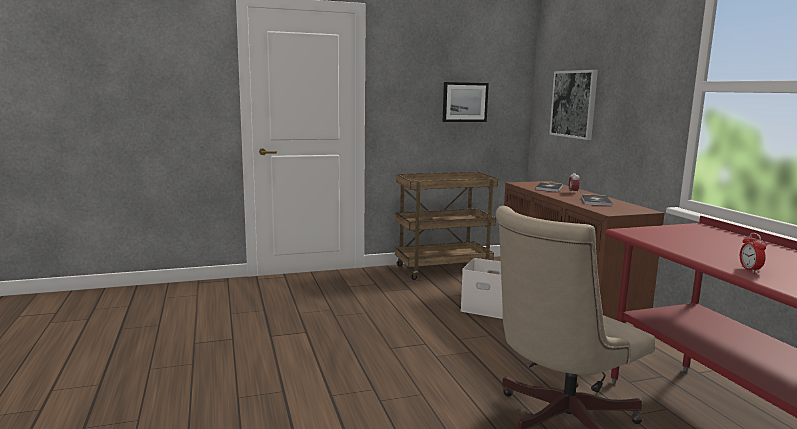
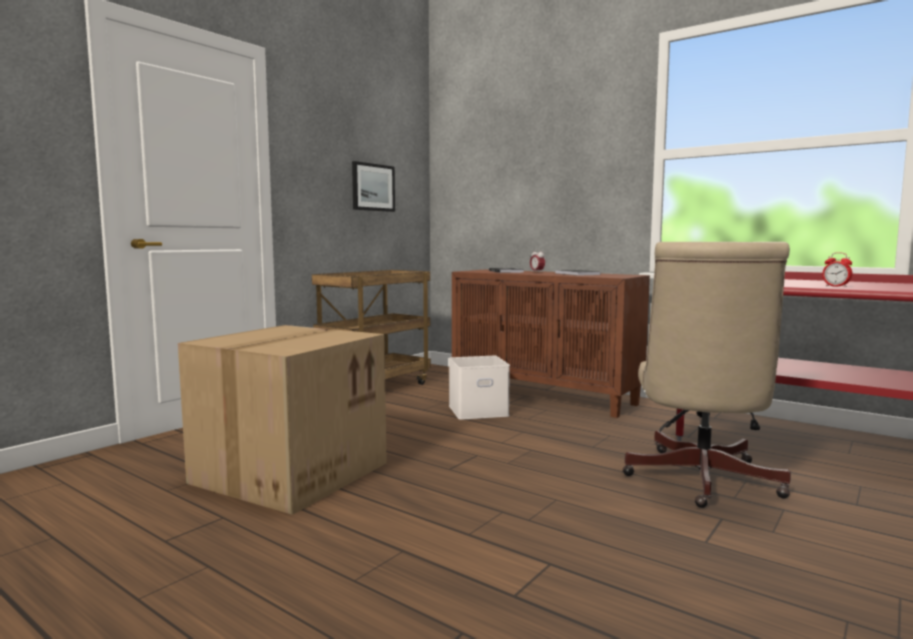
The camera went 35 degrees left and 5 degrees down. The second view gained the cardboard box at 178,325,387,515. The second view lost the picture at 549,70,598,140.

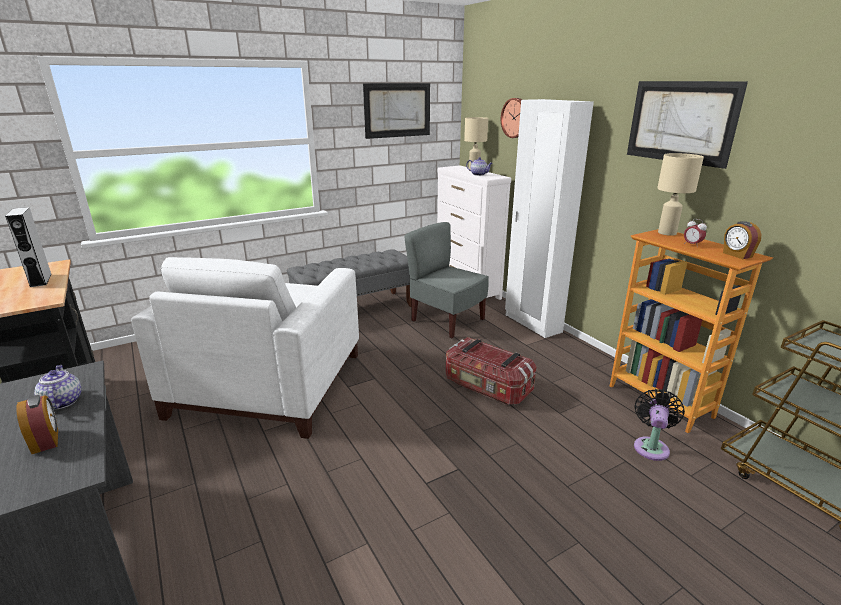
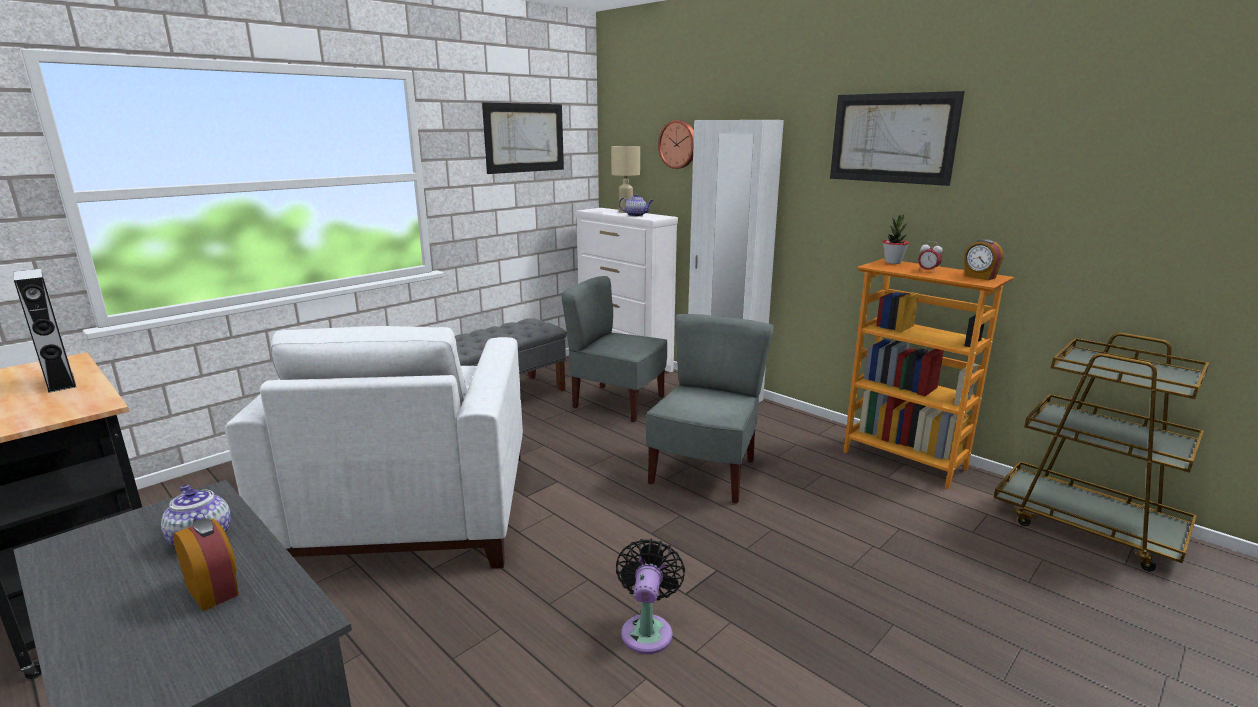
The camera went 15 degrees left and 5 degrees down. The fan in black ended up elsewhere, having gone from 634,389,685,461 to 616,539,685,654. Where the storage box stood at 446,337,536,405, the chair in grey came to stand at 646,314,774,504. Where the table lamp in beige stood at 657,153,704,236, the potted plant came to stand at 883,214,909,264.

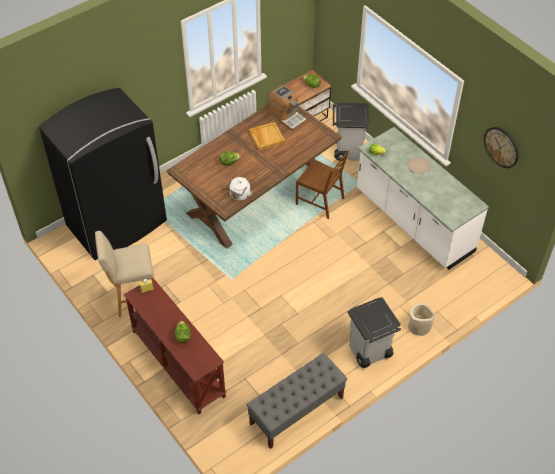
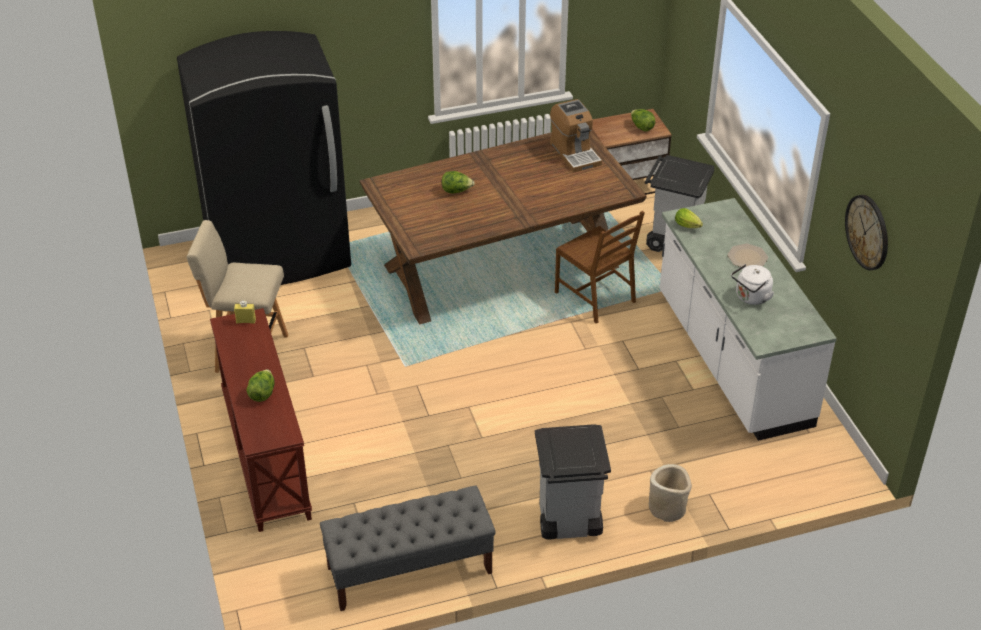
The camera went 20 degrees right and 10 degrees down. The kettle in white ended up elsewhere, having gone from 226,177,252,201 to 731,264,774,305. The second view lost the tray in beige at 249,122,285,151.

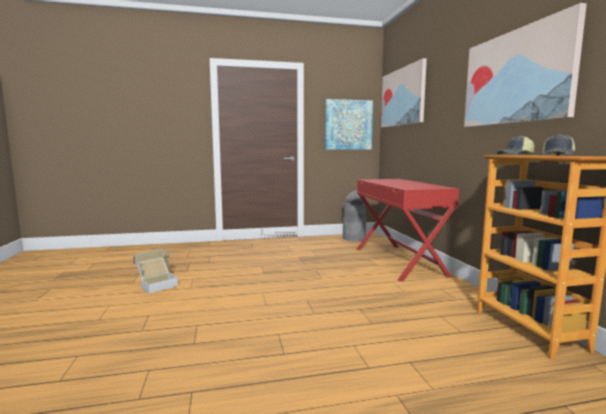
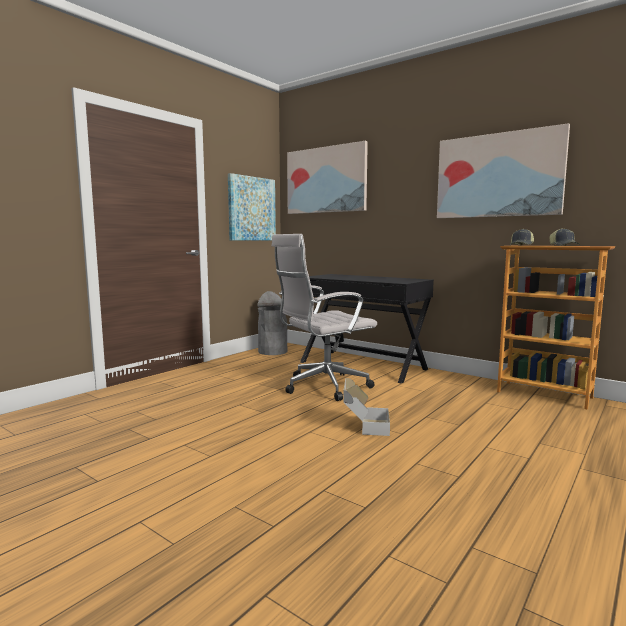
The camera went 40 degrees left and 0 degrees up. The second view gained the office chair in white at 272,234,377,401. What was the desk in red at 357,179,459,281 turned into the desk in black at 300,274,434,384. The cardboard box ended up elsewhere, having gone from 133,249,178,294 to 343,378,390,436.

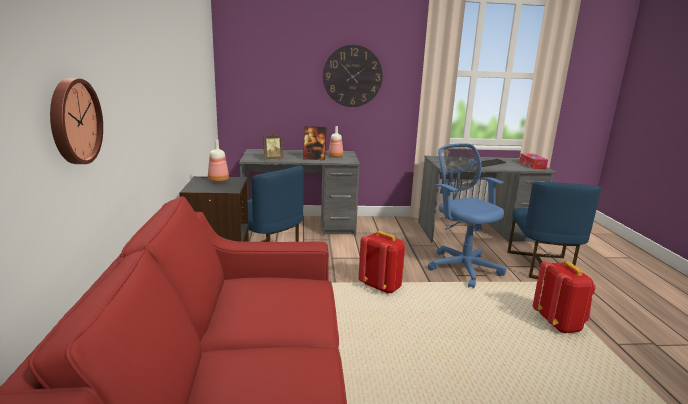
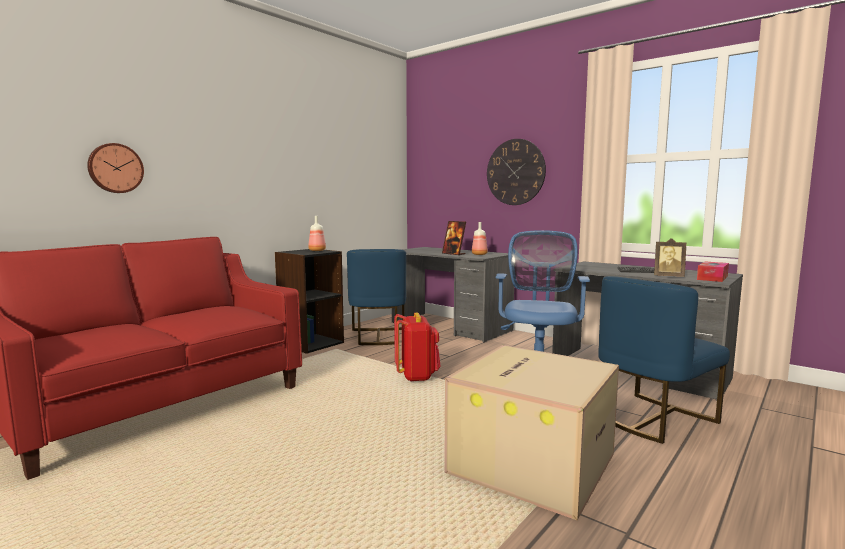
The camera went 45 degrees right and 10 degrees down. Where the backpack in red stood at 533,261,596,333, the cardboard box came to stand at 444,345,619,520. The picture frame ended up elsewhere, having gone from 263,133,283,160 to 654,238,686,277.

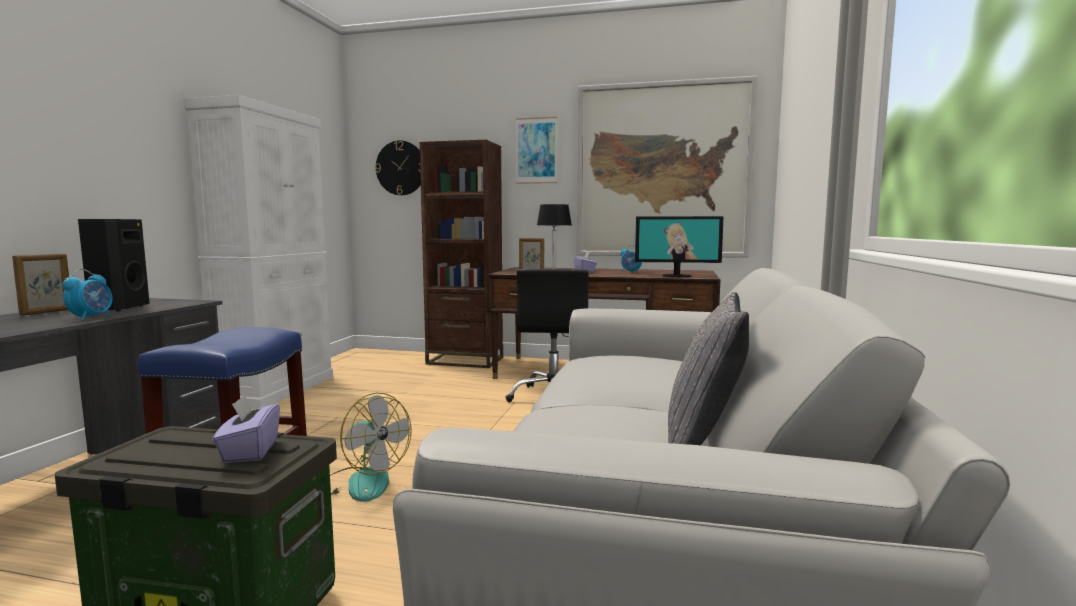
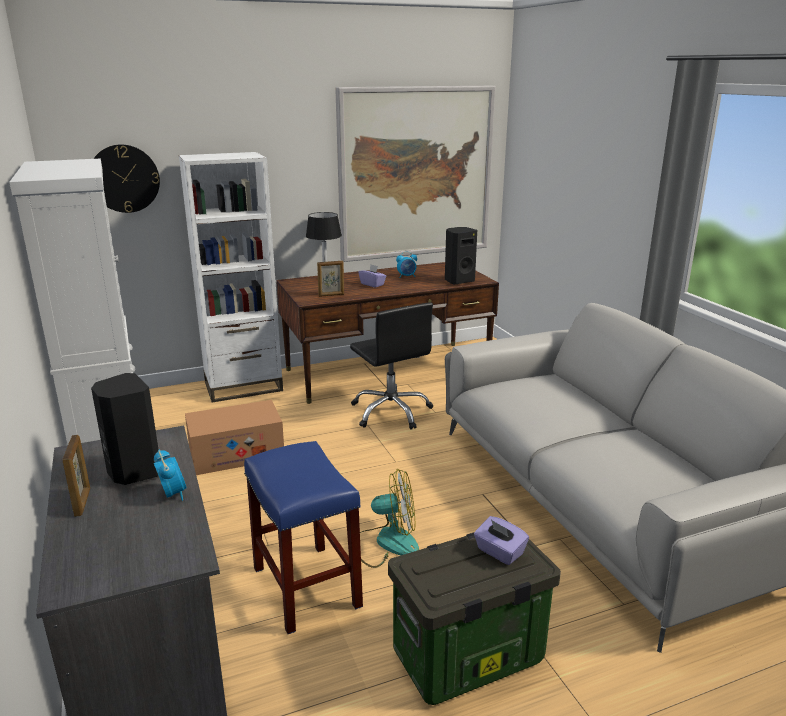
The camera went 35 degrees left and 15 degrees up. What was the bookcase in brown at 420,140,503,368 turned into the bookcase in white at 179,152,283,402. The second view gained the cardboard box at 185,400,284,475. Where the monitor stood at 635,216,724,277, the speaker in black came to stand at 445,227,477,285. The second view lost the picture at 516,117,557,184. The second view lost the pillow in grey at 668,292,749,445.

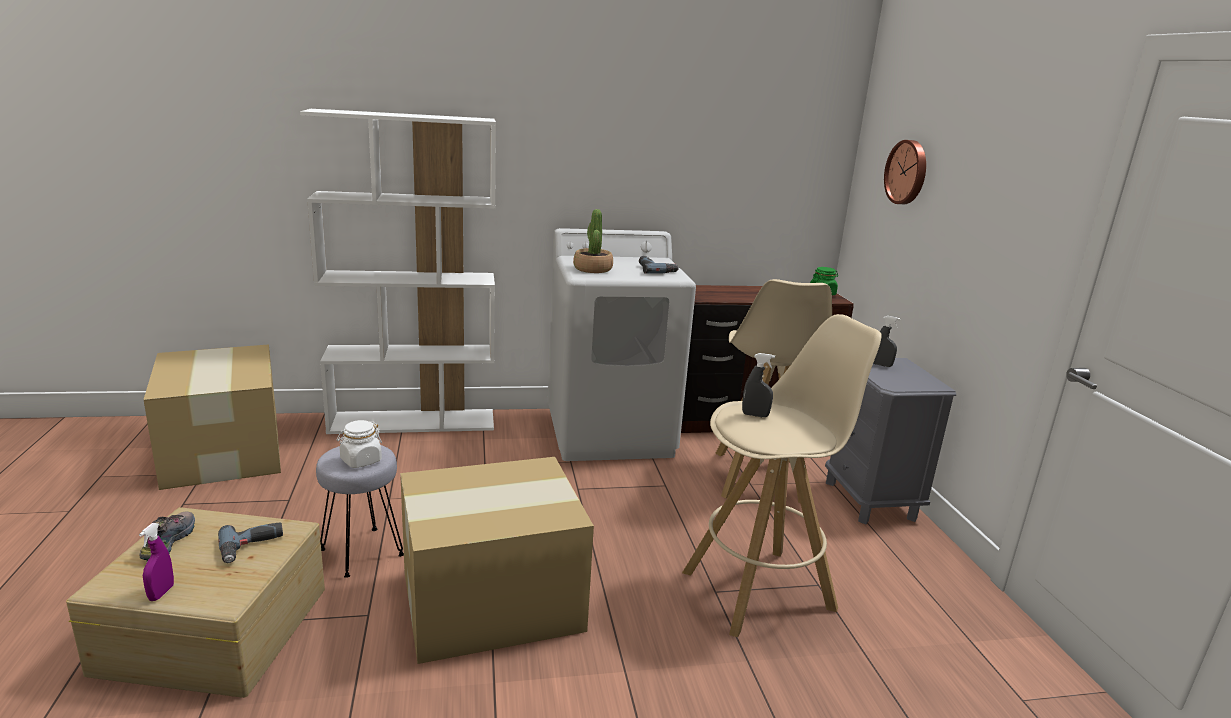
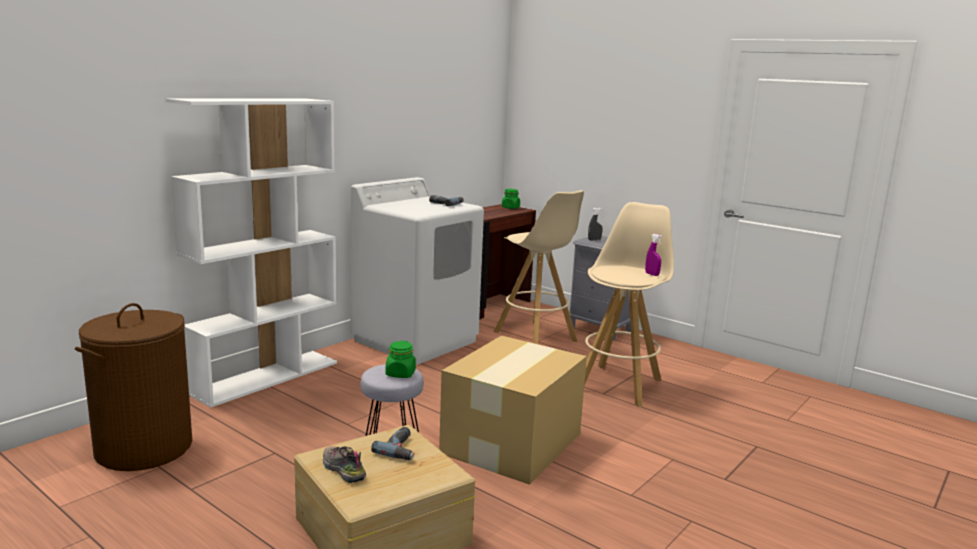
The camera went 40 degrees left and 5 degrees down. Where the cardboard box stood at 144,345,281,490, the laundry basket in brown came to stand at 75,303,192,471. What was the jar in white at 337,420,382,468 turned into the jar in green at 386,341,416,378. The spray bottle in purple ended up elsewhere, having gone from 139,523,174,601 to 645,234,662,276. The second view lost the potted plant at 573,209,613,273. The second view lost the spray bottle in grey at 742,353,775,417. The second view lost the wall clock at 884,140,926,204.

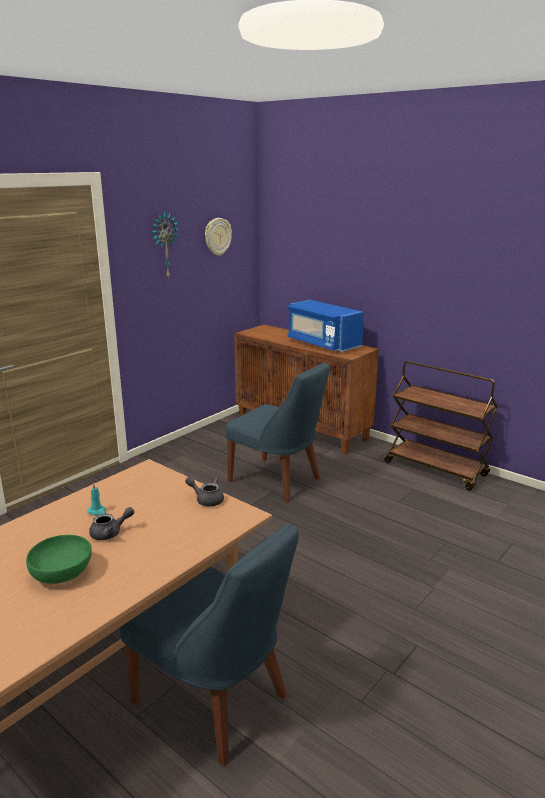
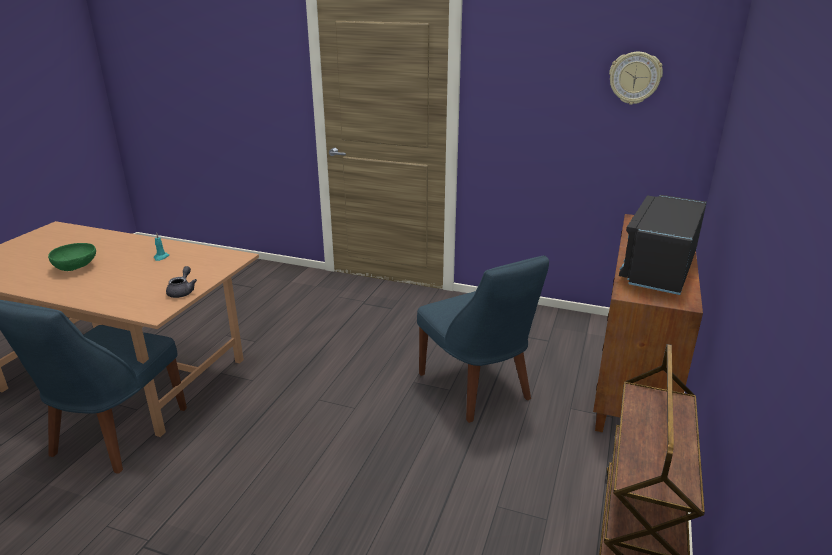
The camera went 70 degrees right and 5 degrees up. The chair in blue at 225,363,330,503 ended up facing another way, 45 degrees counterclockwise from before. What was the microwave in blue at 287,300,364,352 turned into the microwave in black at 619,195,707,295. The second view lost the teapot in grey at 89,507,134,540. The second view lost the wall clock at 151,211,179,279.

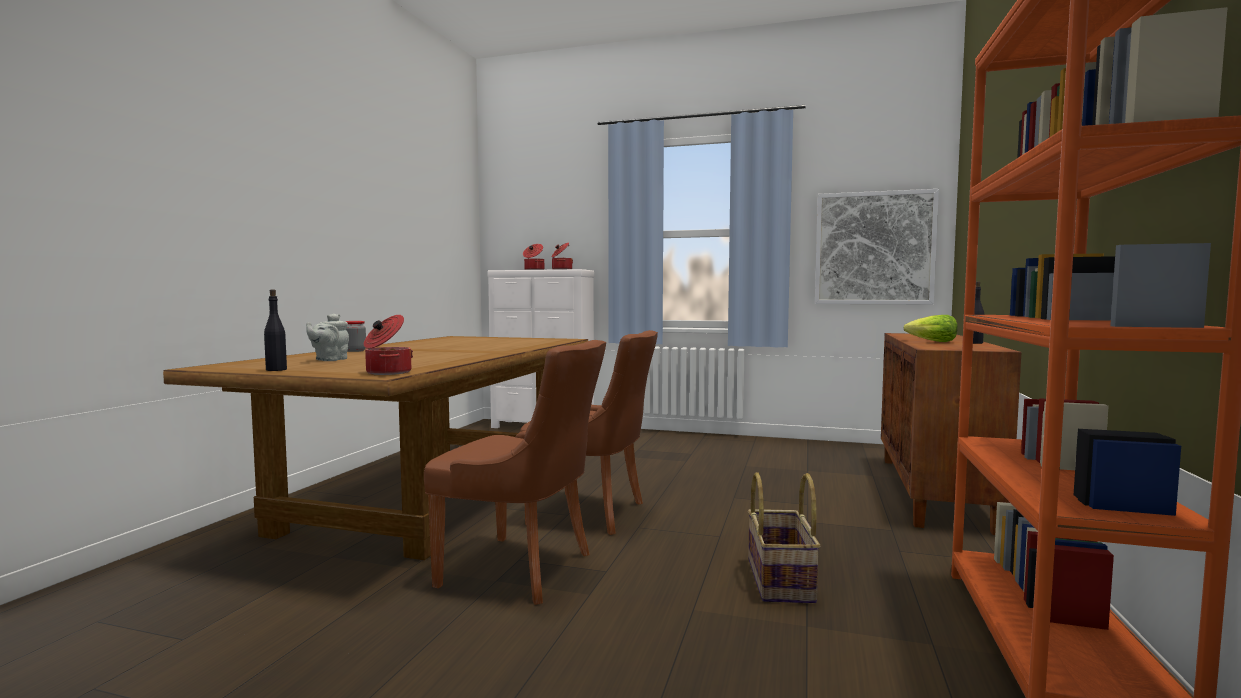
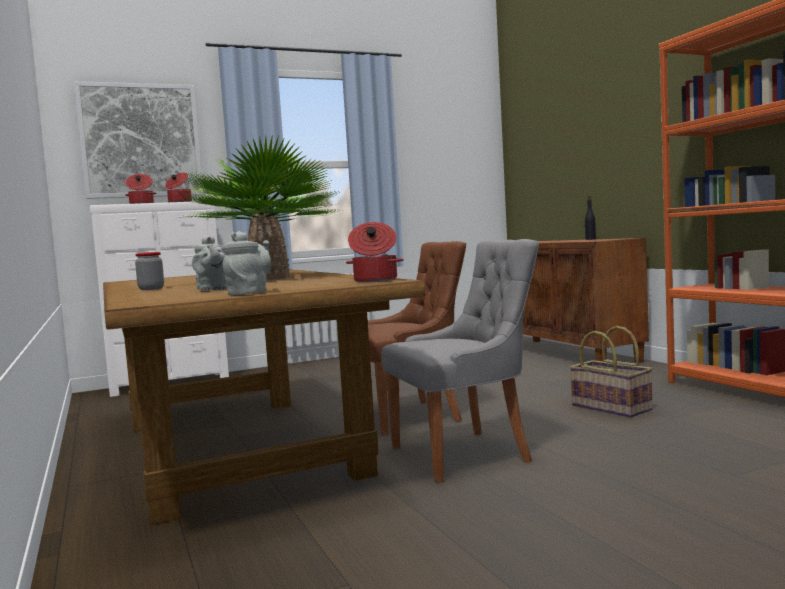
The camera went 40 degrees left and 0 degrees up. The picture ended up elsewhere, having gone from 815,189,939,304 to 74,81,204,199. The second view gained the potted plant at 182,136,340,280. Where the bottle in black stood at 264,289,287,371, the teapot in grey came to stand at 222,231,271,295. What was the chair in brown at 424,340,606,605 turned into the chair in grey at 381,239,539,483. The second view lost the lettuce at 903,315,958,342.

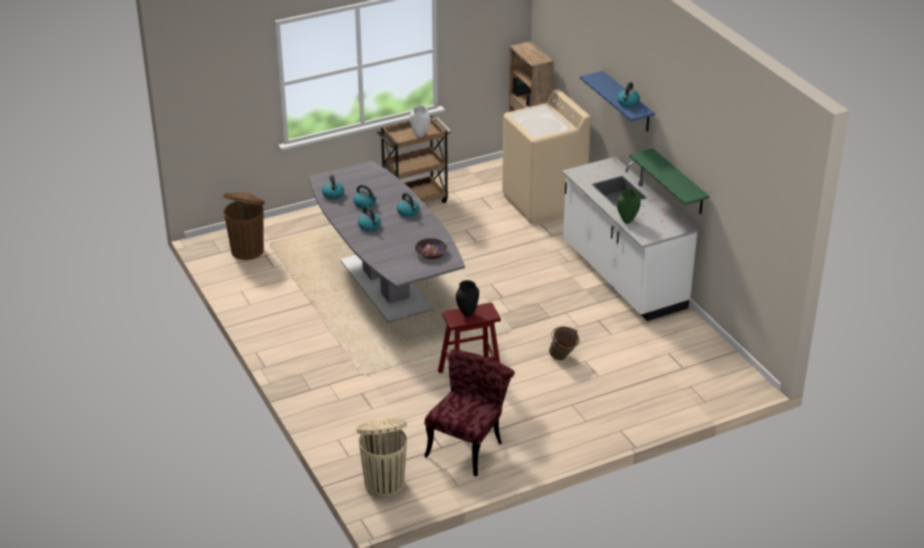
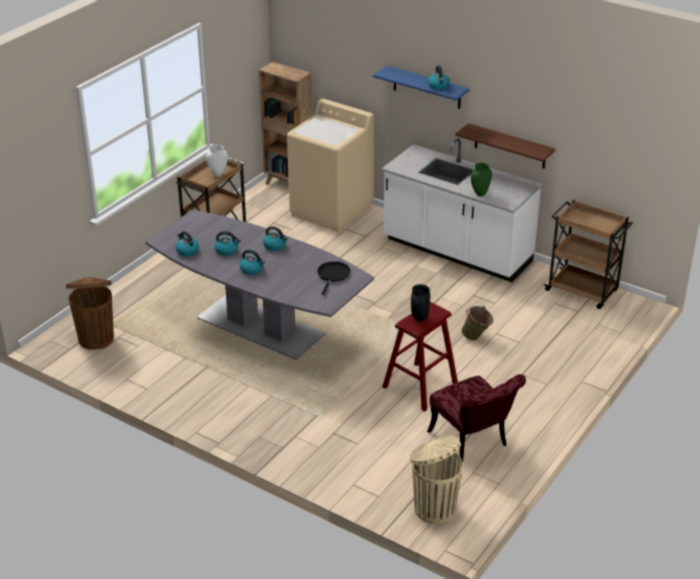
The camera went 30 degrees left and 0 degrees up. Where the bowl stood at 415,238,448,259, the frying pan in black came to stand at 317,261,350,295. The chair in red at 424,349,515,477 ended up facing another way, 150 degrees clockwise from before. What was the shelf in green at 629,148,709,214 turned into the shelf in brown at 455,123,555,169. The second view gained the cart in brown at 543,200,633,309.

